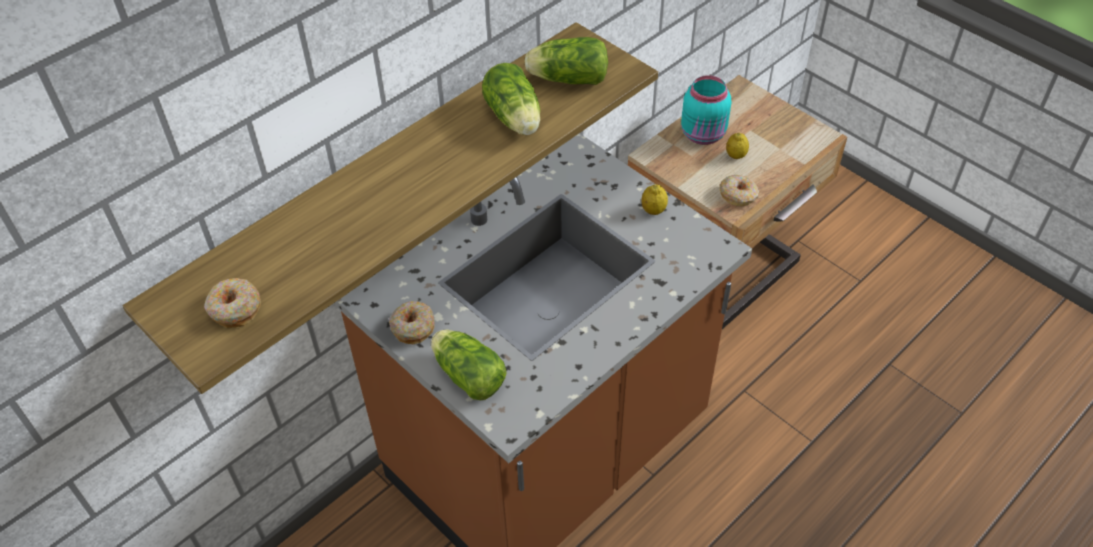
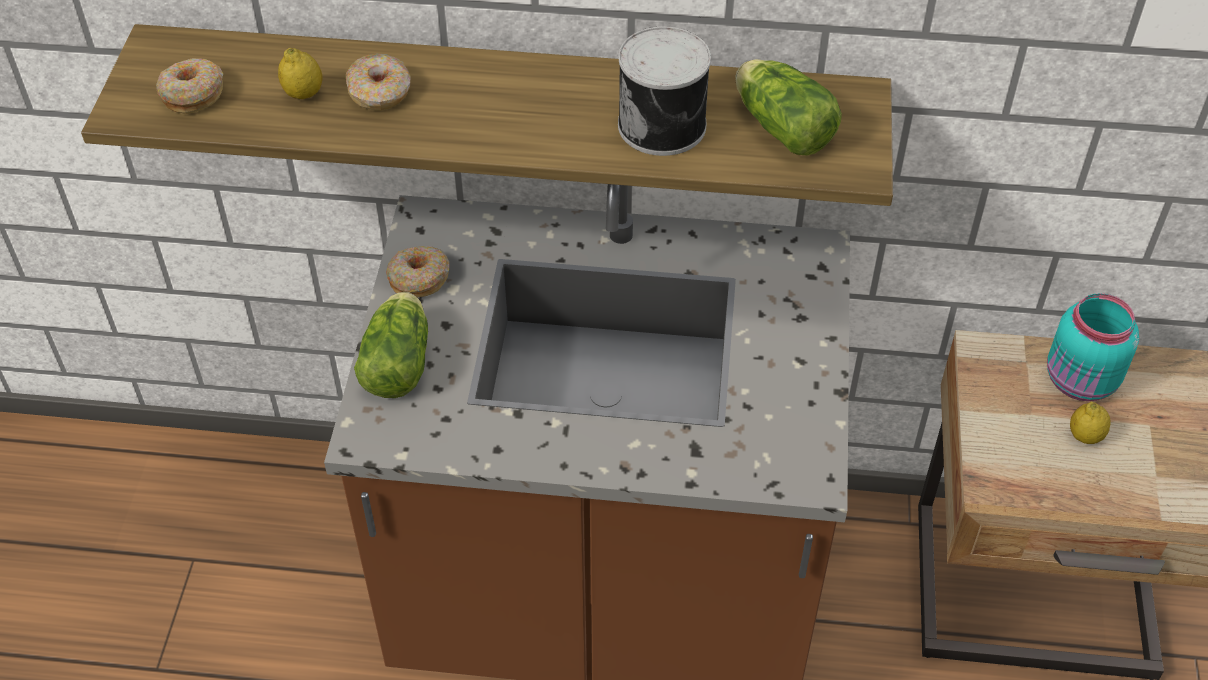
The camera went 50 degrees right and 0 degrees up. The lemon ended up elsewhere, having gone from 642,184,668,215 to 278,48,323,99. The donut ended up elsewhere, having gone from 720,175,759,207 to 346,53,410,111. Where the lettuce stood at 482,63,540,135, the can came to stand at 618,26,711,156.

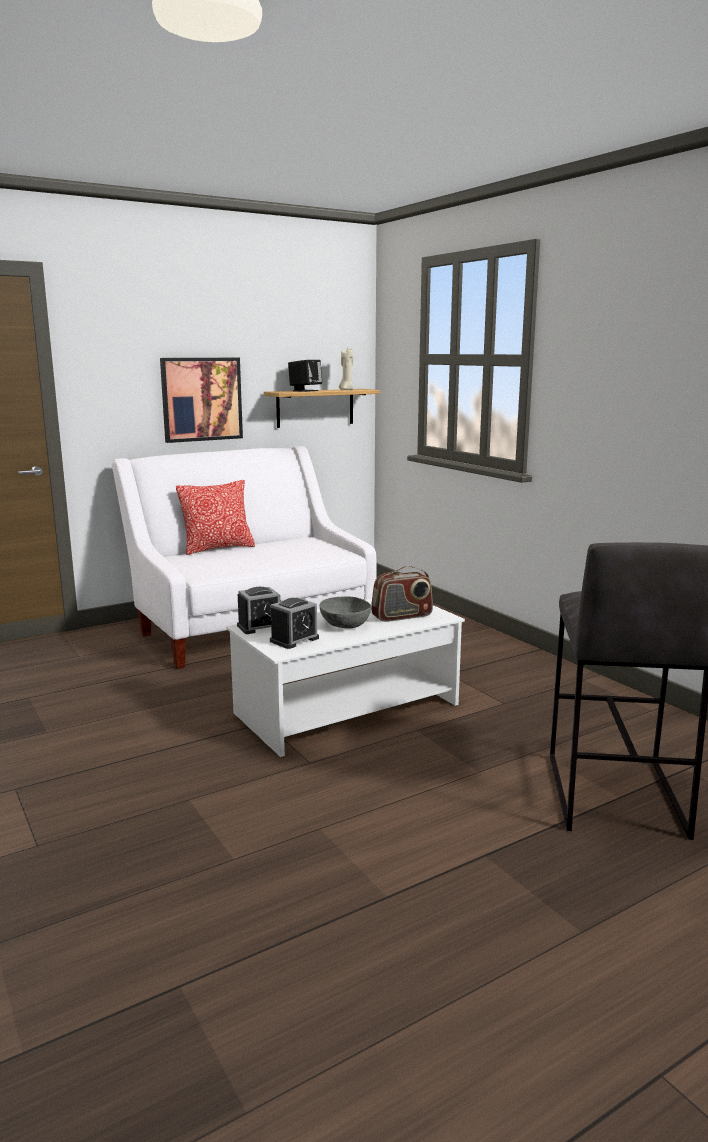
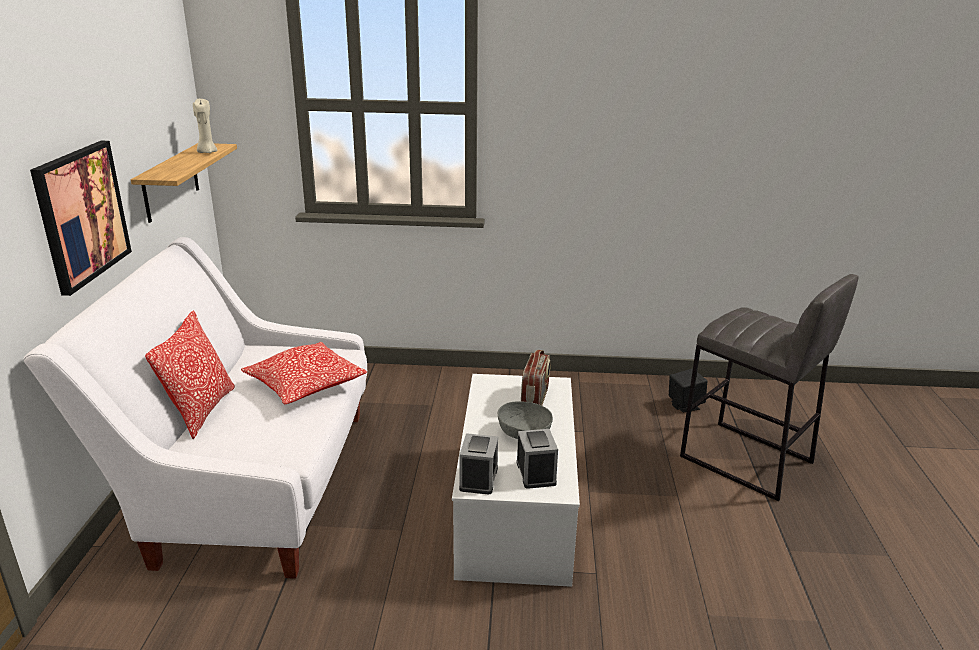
The camera went 55 degrees left and 10 degrees up. The second view gained the pillow at 241,342,367,404. The speaker in black ended up elsewhere, having gone from 288,360,322,392 to 669,368,707,412.

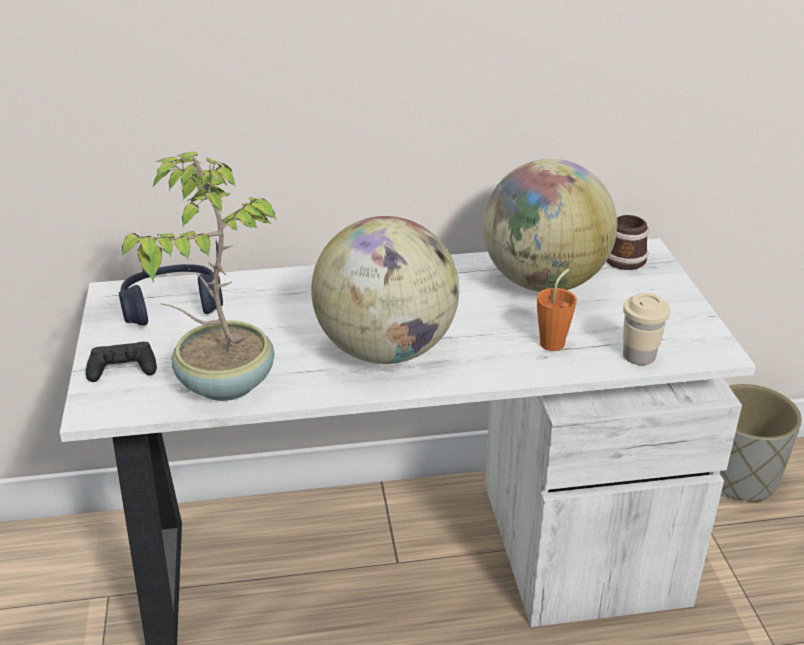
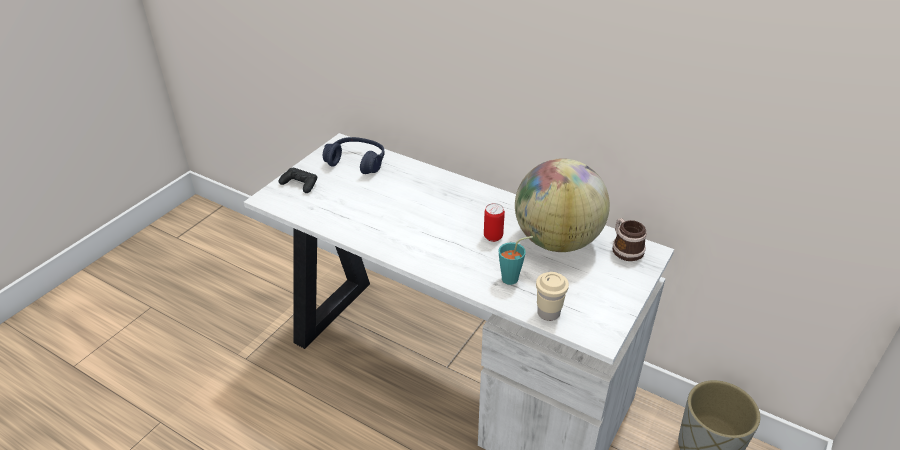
The camera went 40 degrees right and 5 degrees up. The second view gained the can at 484,203,505,242. What was the cup in orange at 537,269,577,351 turned into the cup in turquoise at 498,236,533,285. The second view lost the potted plant at 122,152,278,401. The second view lost the globe at 311,216,459,364.

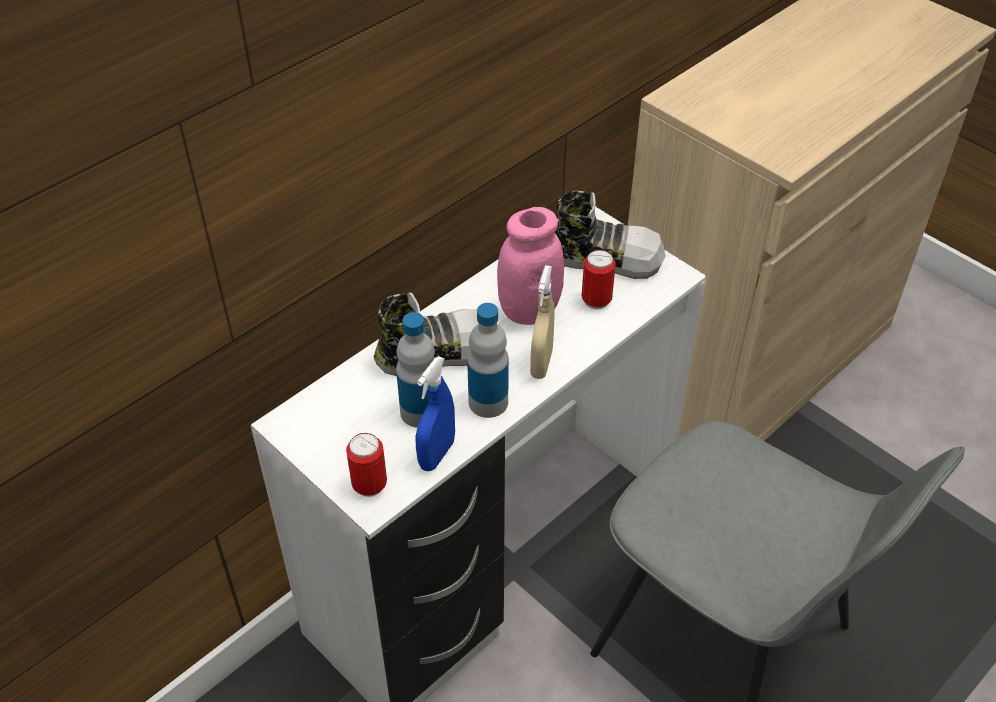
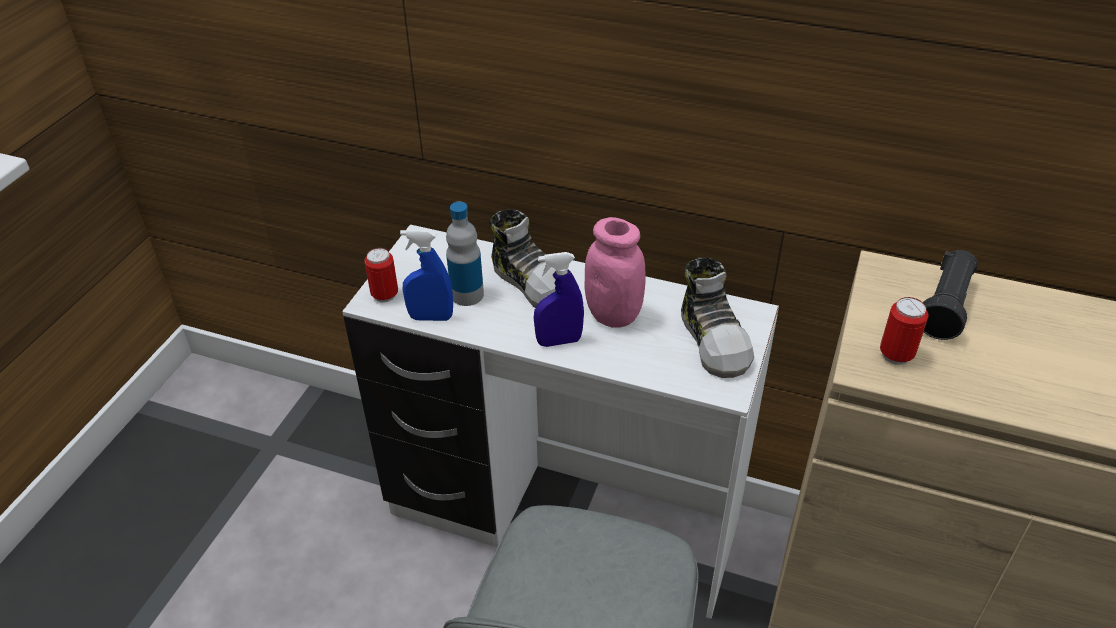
The camera went 65 degrees right and 5 degrees down. What was the spray bottle in beige at 530,265,555,379 turned into the spray bottle in blue at 534,252,584,347. The can ended up elsewhere, having gone from 582,250,615,309 to 880,297,928,365. The second view gained the flashlight in black at 923,250,978,340. The second view lost the bottle at 467,303,509,418.

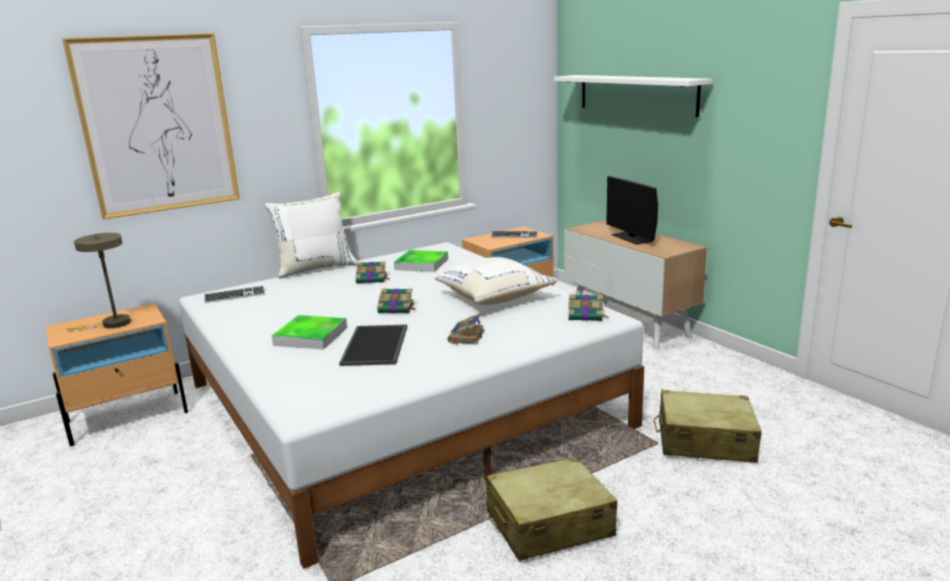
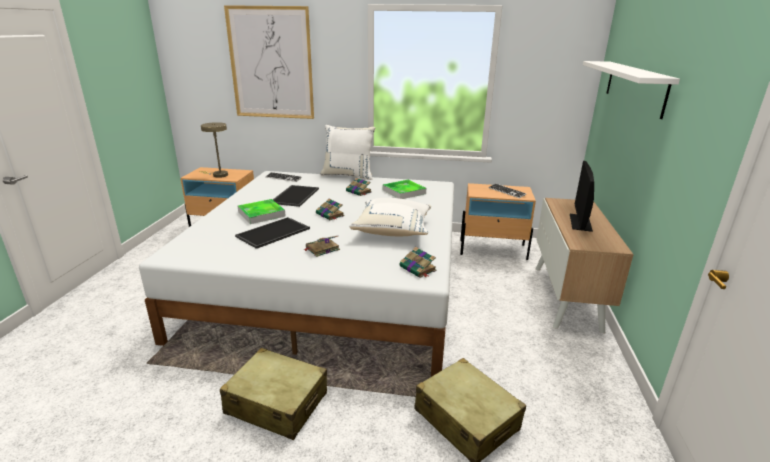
The camera went 40 degrees right and 5 degrees up. The second view gained the tray at 273,185,319,207.

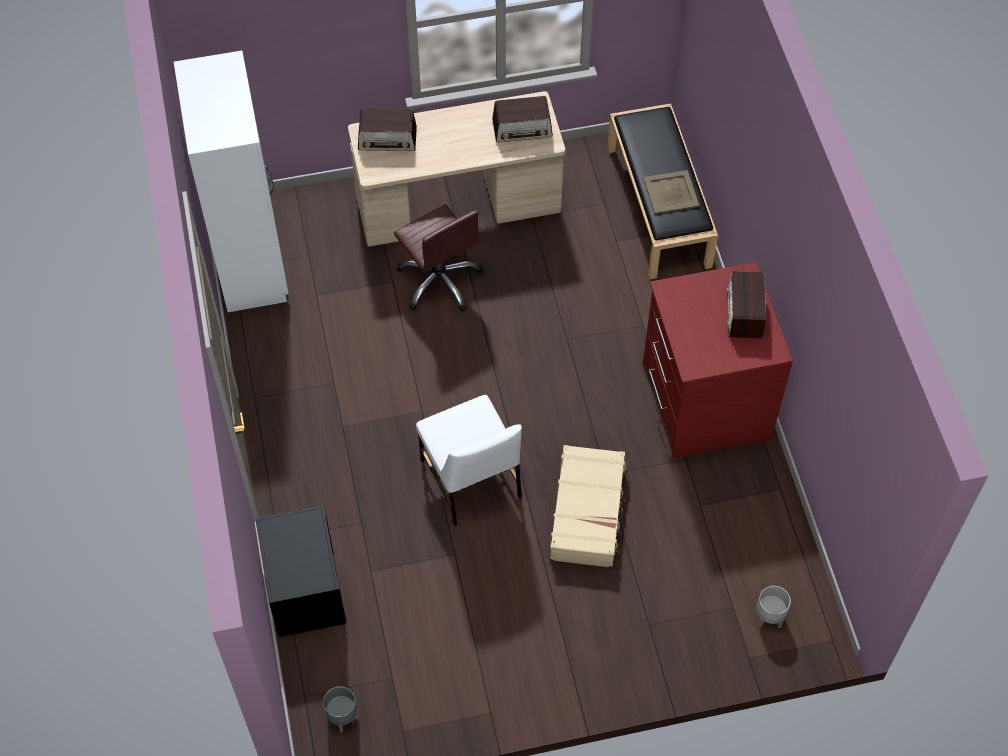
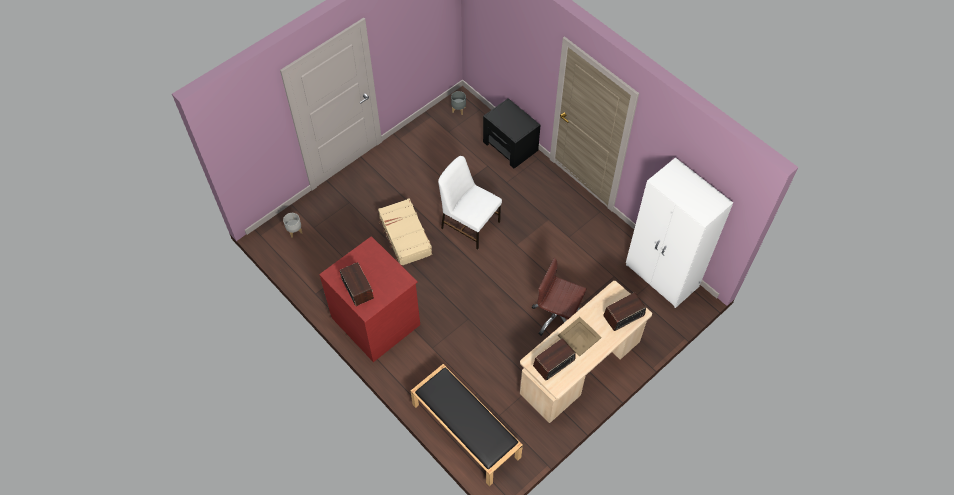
The camera went 150 degrees right and 0 degrees up. The tray in beige ended up elsewhere, having gone from 643,170,699,214 to 558,317,602,357.

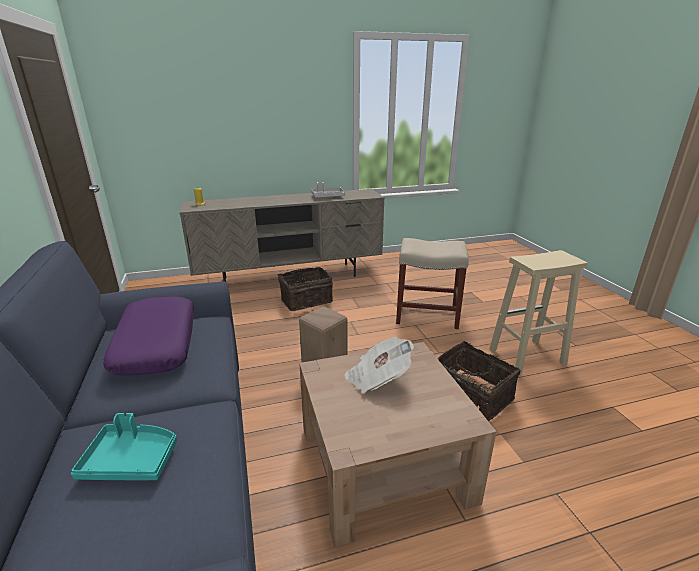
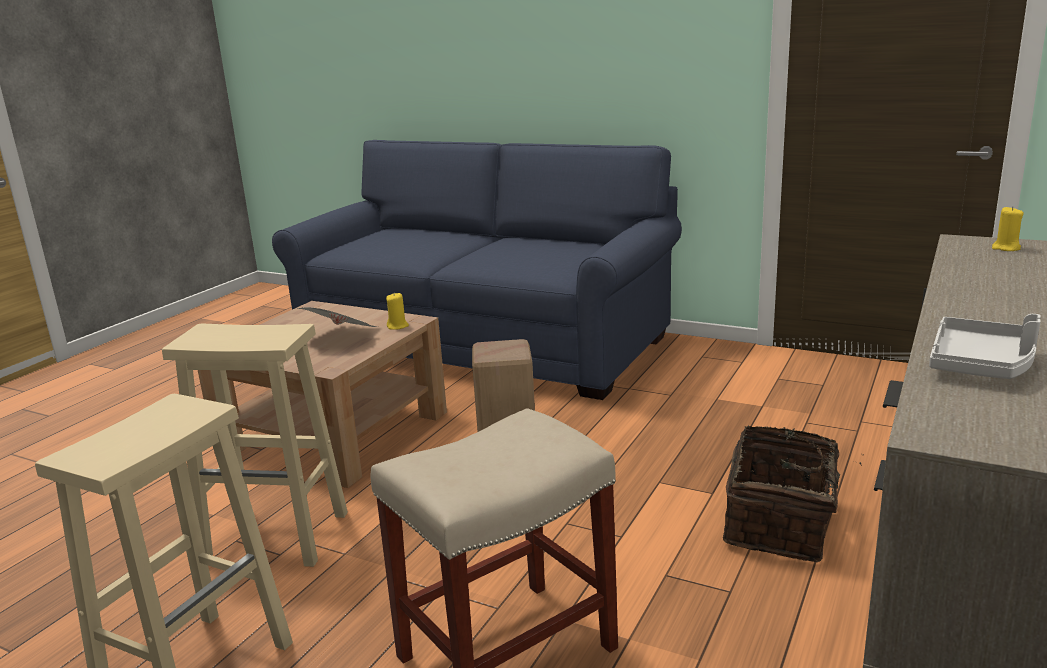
The camera went 135 degrees right and 5 degrees down. Where the basket stood at 437,341,521,421, the stool in beige came to stand at 162,324,348,567. The second view gained the candle in yellow at 386,293,409,330. The second view lost the tray in turquoise at 71,413,177,480. The second view lost the pillow in purple at 103,296,194,375.

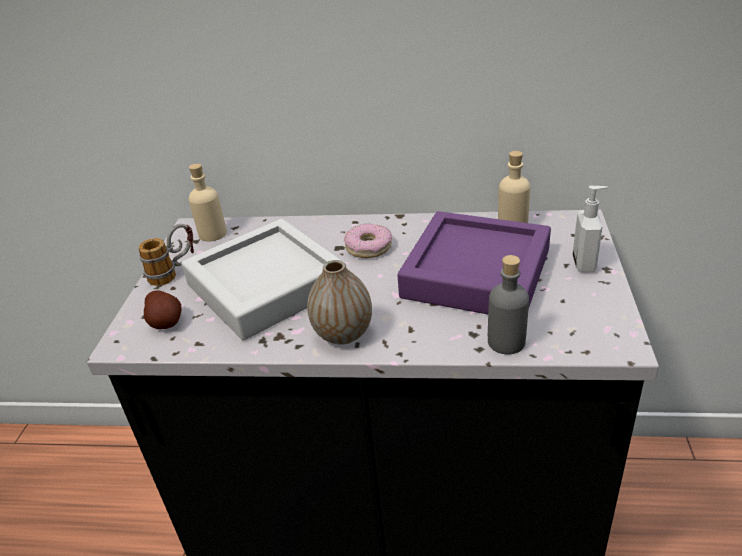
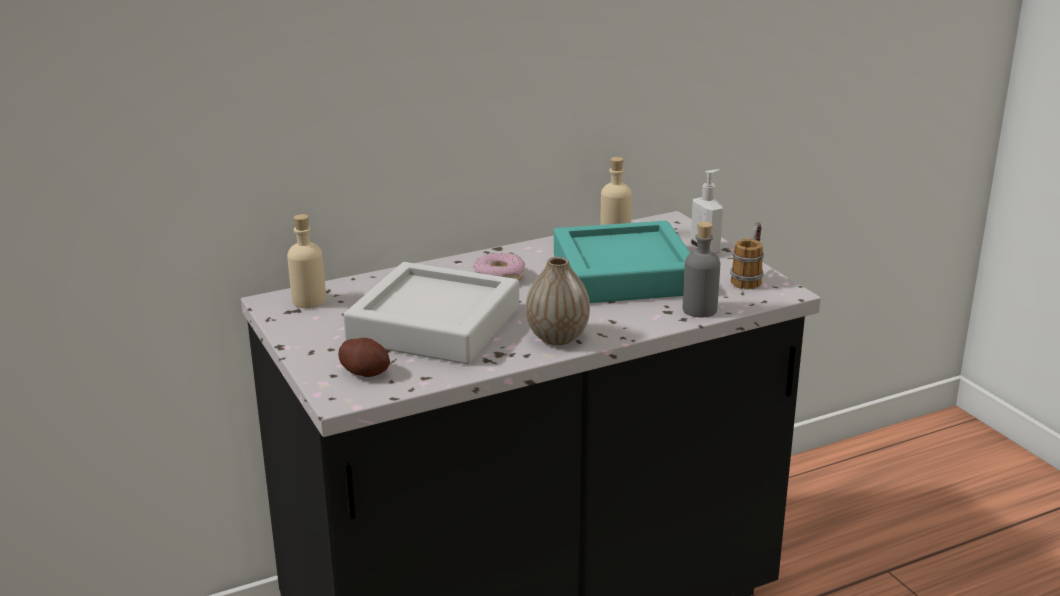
The camera went 35 degrees left and 10 degrees down. What was the tray in purple at 397,211,551,314 turned into the tray in turquoise at 554,221,690,303. The mug ended up elsewhere, having gone from 138,224,194,286 to 730,221,764,289.

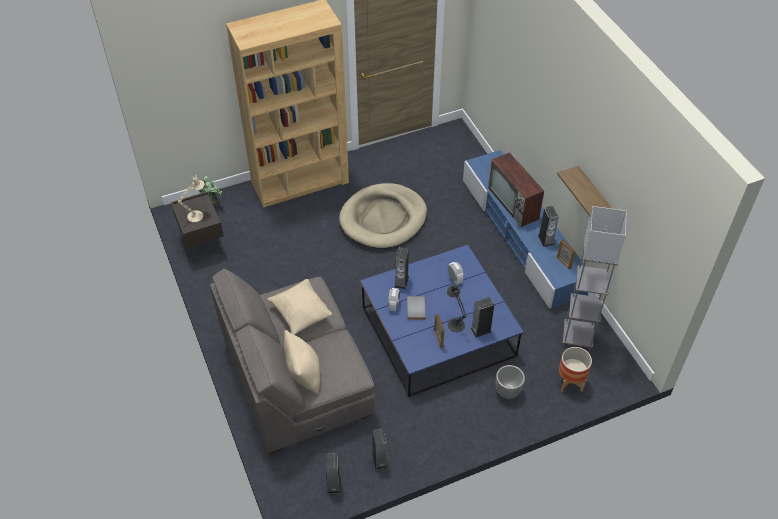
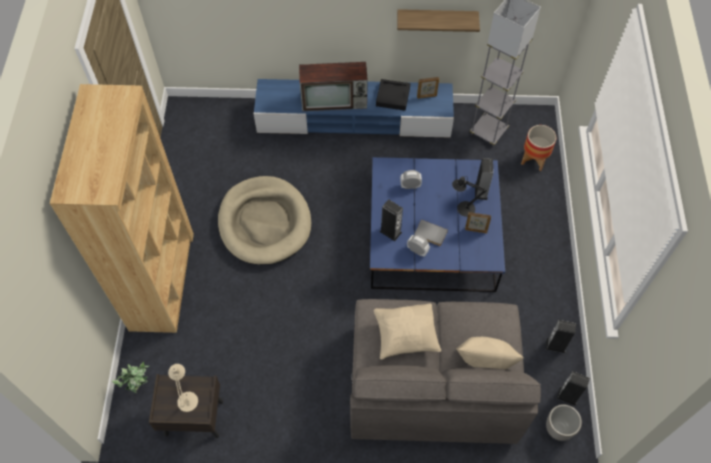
The camera went 65 degrees left and 10 degrees up. Where the speaker stood at 538,206,558,247, the tray in black came to stand at 376,79,410,111. The planter ended up elsewhere, having gone from 496,365,525,399 to 546,404,582,441.

